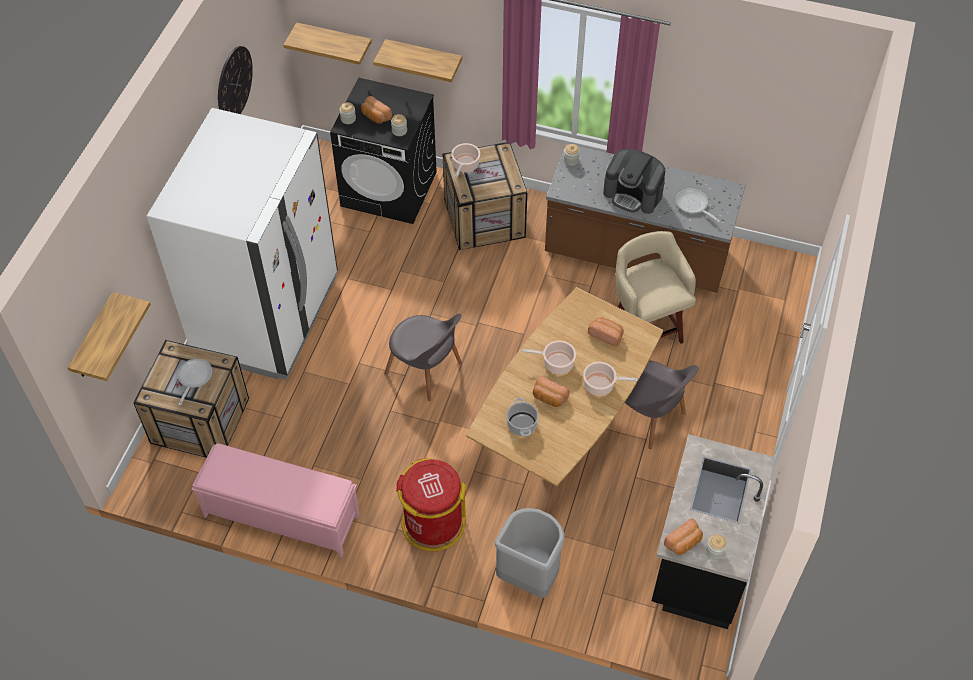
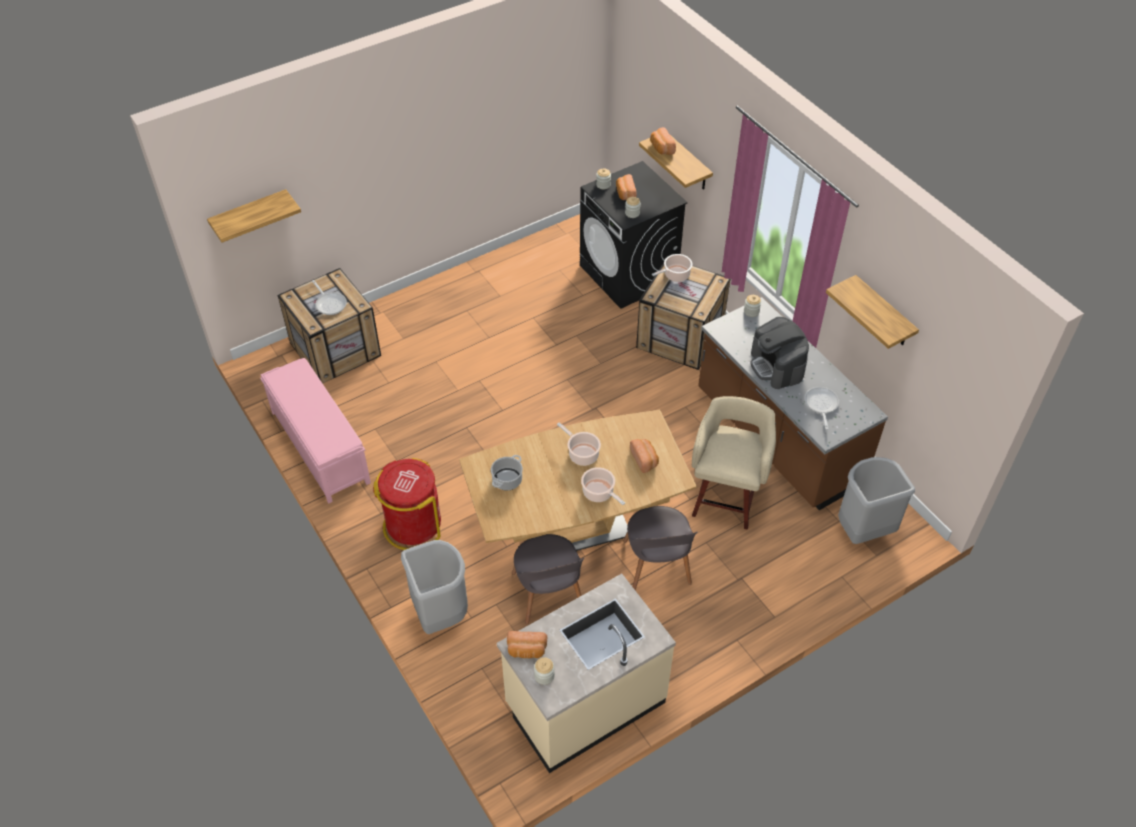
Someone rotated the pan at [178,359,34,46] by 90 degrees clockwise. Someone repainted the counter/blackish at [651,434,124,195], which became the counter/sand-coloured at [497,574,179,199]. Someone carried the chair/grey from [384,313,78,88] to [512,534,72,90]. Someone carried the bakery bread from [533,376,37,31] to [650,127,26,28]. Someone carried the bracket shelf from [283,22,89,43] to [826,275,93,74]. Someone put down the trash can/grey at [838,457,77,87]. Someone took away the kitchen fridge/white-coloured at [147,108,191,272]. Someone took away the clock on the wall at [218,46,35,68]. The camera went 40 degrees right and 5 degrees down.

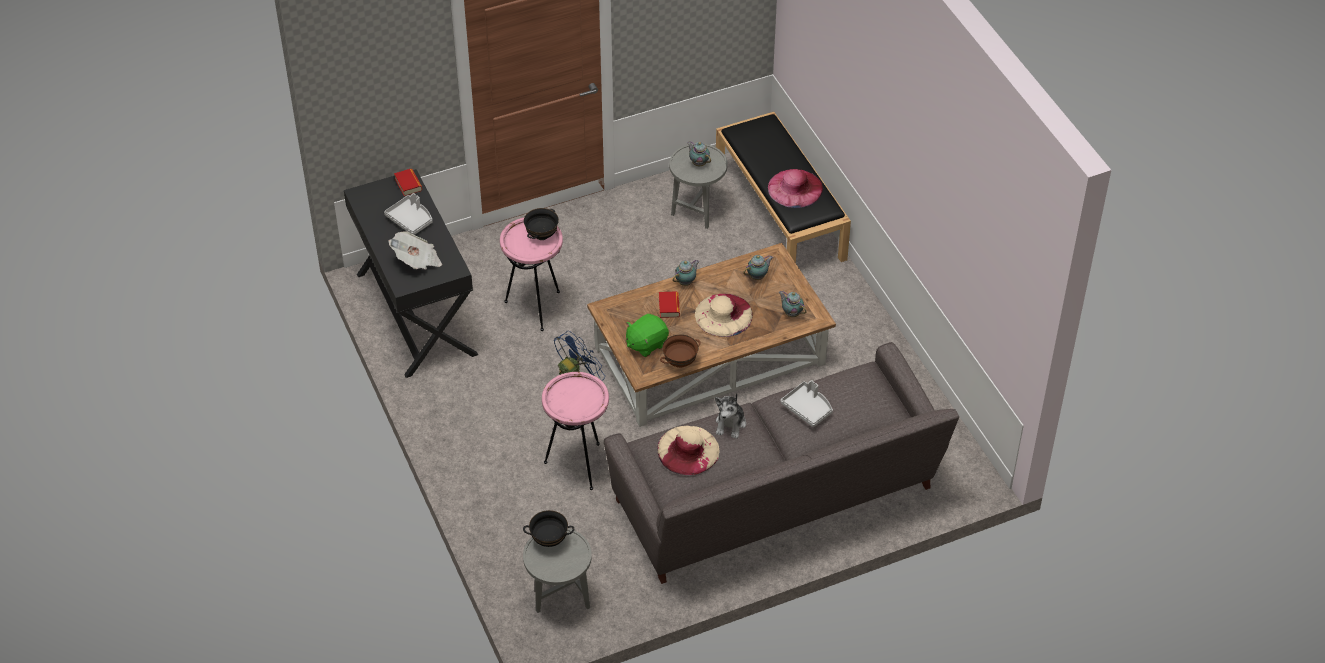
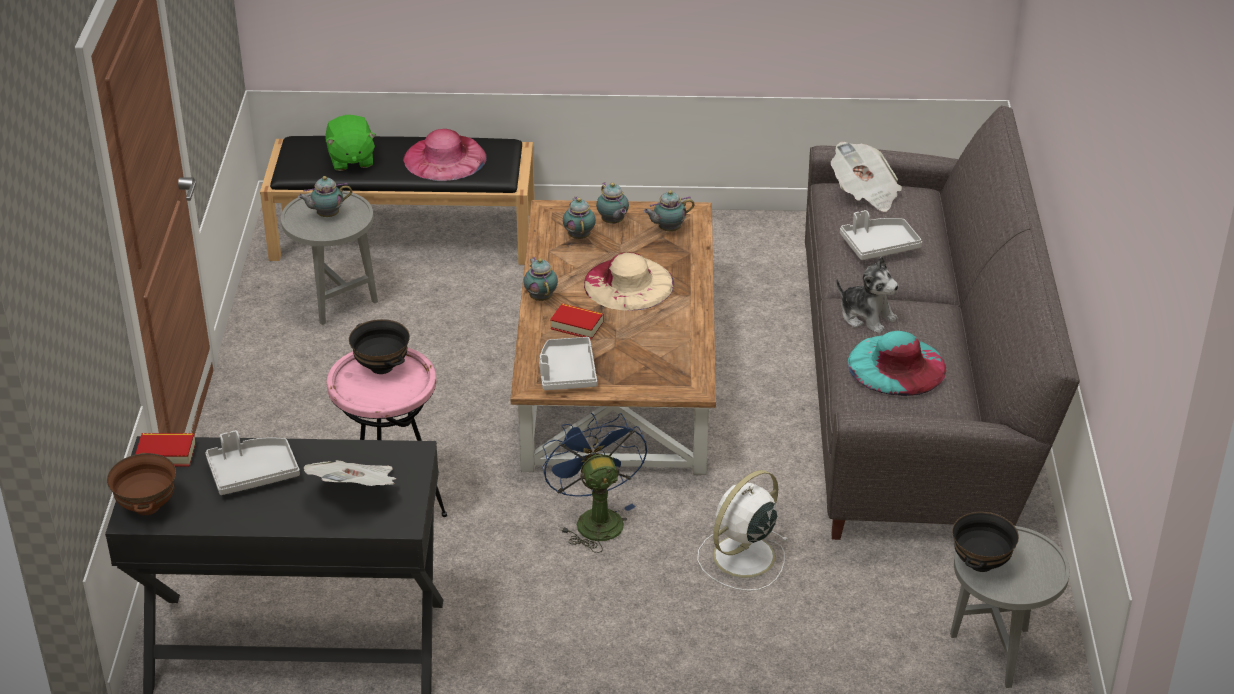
Someone carried the deep dish/brownish from [660,334,41,34] to [107,453,69,62]. Someone carried the cuddly toy/greenish from [626,314,43,43] to [325,115,51,56]. Someone put down the carrying tray/grey at [539,337,58,53]. Someone put down the pot for tea at [596,182,33,42]. Someone swapped the accent table/pink-coloured at [542,372,67,118] for the electric fan/white-coloured at [697,470,91,121]. Someone put down the newspaper at [831,141,71,71]. Someone repainted the wearable hat/sand-coloured at [658,426,62,49], which became the wearable hat/turquoise at [847,331,99,65]. The camera went 65 degrees left and 10 degrees down.

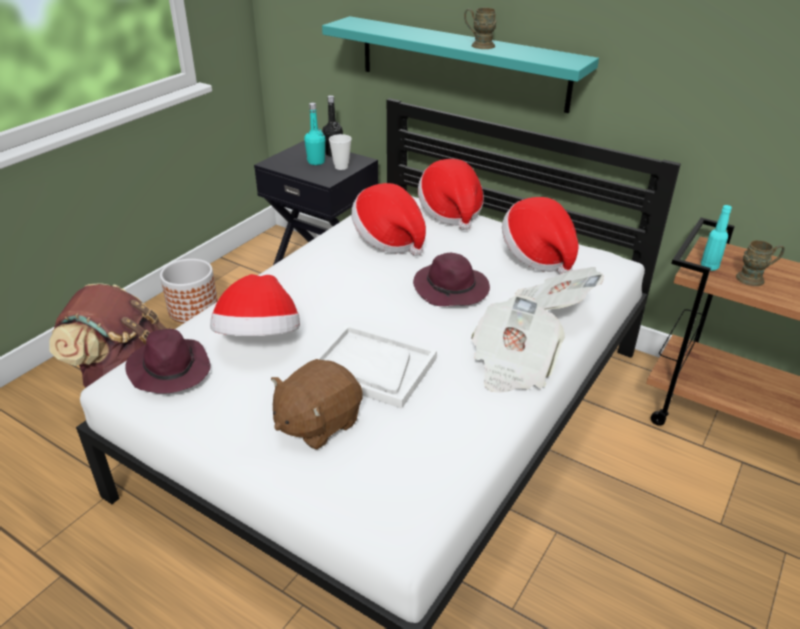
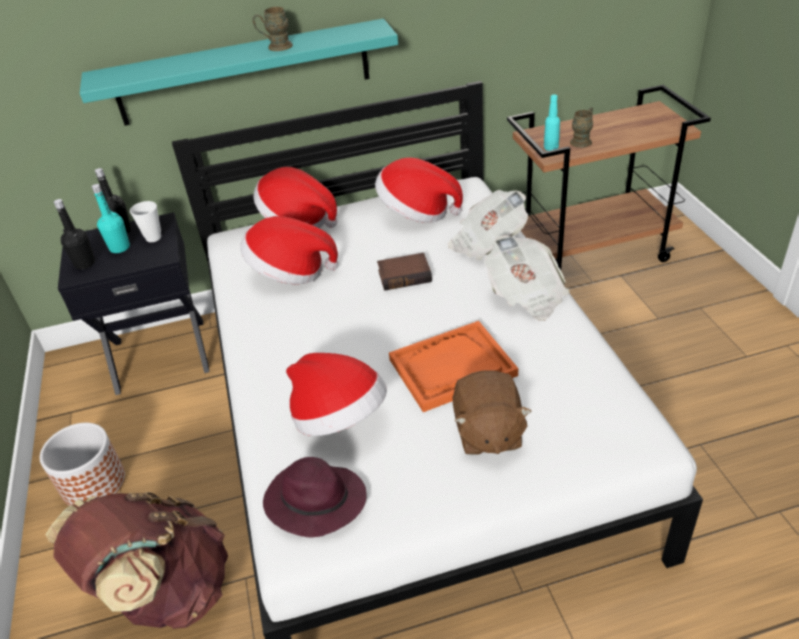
Someone put down the drink bottle/blackish at [54,199,41,70]. Someone swapped the wearable hat/purple at [413,253,77,53] for the volume at [377,253,55,37]. Someone repainted the carrying tray/white-coloured at [314,324,123,85], which became the carrying tray/orange-coloured at [389,321,129,91]. The camera went 45 degrees left and 5 degrees up.

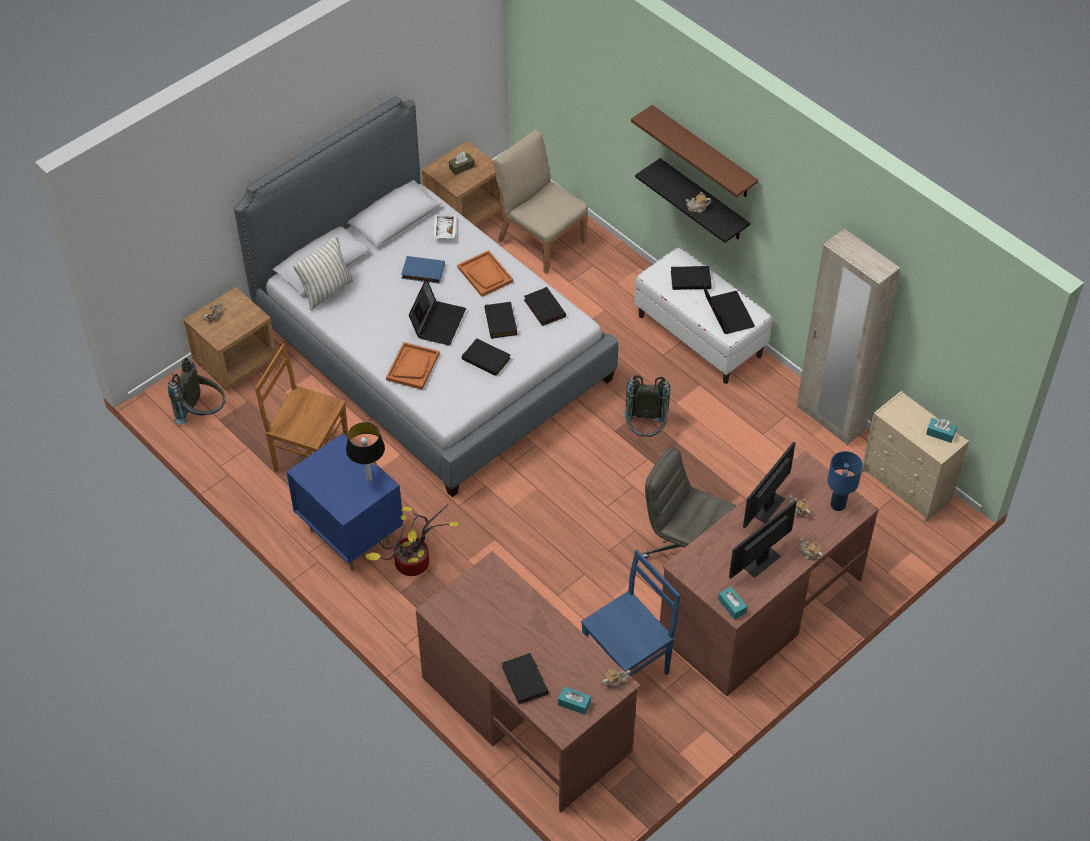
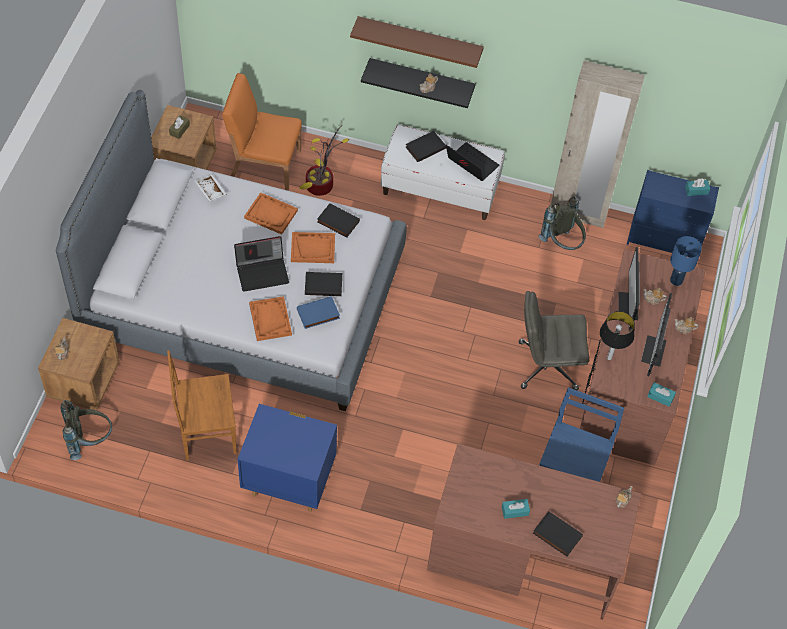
Someone repainted the chair/sand-coloured at [494,129,94,145], which became the chair/orange-coloured at [222,73,80,118]. Someone rotated the laptop at [409,278,57,67] by 90 degrees clockwise. Someone swapped the volume/blackish at [485,302,32,37] for the carrying tray/orange-coloured at [291,232,44,31]. Someone carried the volume/blue-coloured from [401,256,44,28] to [297,296,43,33]. Someone carried the potted plant from [366,505,94,71] to [299,125,50,71]. Someone carried the box of tissues/turquoise from [558,686,33,29] to [502,499,28,20]. Someone carried the knapsack/grey from [623,375,47,62] to [539,196,47,54]. Someone carried the lamp for a table from [346,422,39,60] to [600,311,35,49]. Someone repainted the dresser/sand-coloured at [861,391,108,131], which became the dresser/blue-coloured at [627,170,92,88]. Someone took away the cushion at [293,235,61,76]. The camera went 35 degrees left and 5 degrees up.

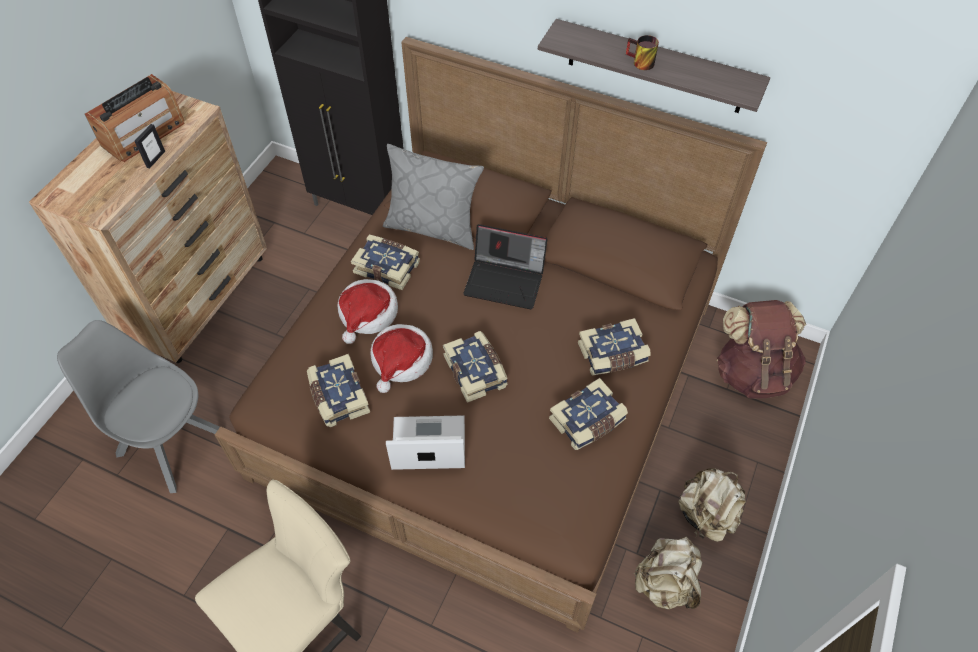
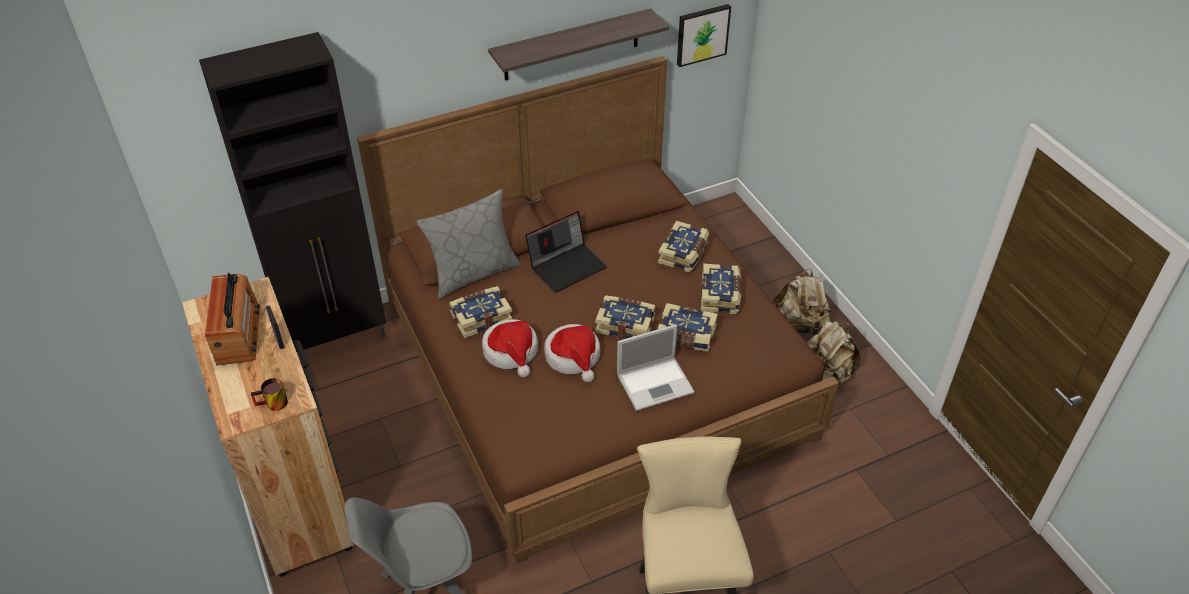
Someone carried the tea mug from [626,35,33,35] to [251,378,37,33]. Someone rotated the laptop at [386,415,79,55] by 150 degrees counterclockwise. Someone carried the volume from [307,354,63,73] to [658,303,60,49]. Someone put up the wall picture at [677,4,54,63]. Someone took away the knapsack/brownish at [716,300,90,99]. The camera went 50 degrees left and 10 degrees down.

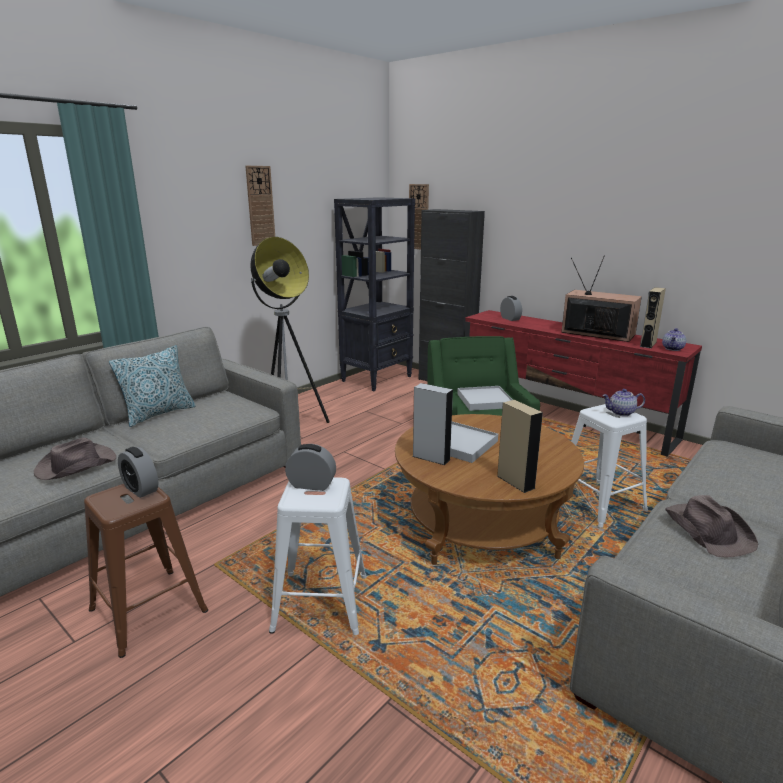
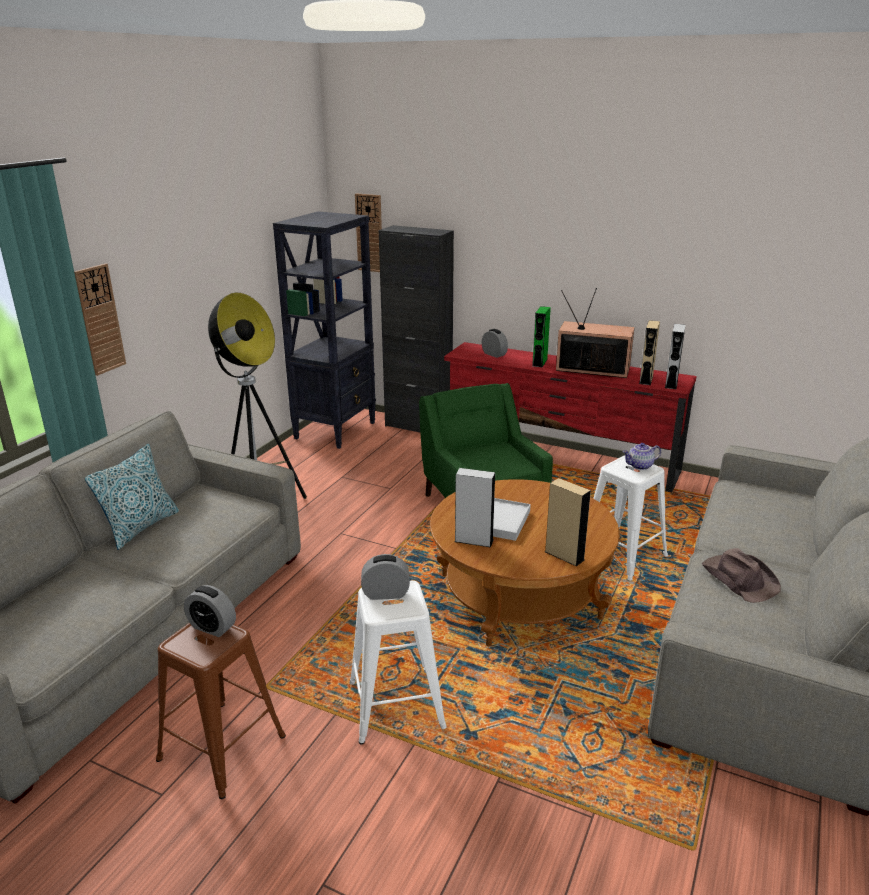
Someone carried the clock on the wall from [245,166,30,80] to [74,263,52,113]. Someone put down the audio speaker/greenish at [532,306,19,61]. Someone swapped the pot for tea at [662,328,24,23] for the audio speaker/grey at [665,324,21,66]. Someone took away the wearable hat/brownish at [34,438,82,42]. Someone took away the carrying tray/white-coloured at [457,386,56,25]. The camera went 15 degrees left and 5 degrees up.

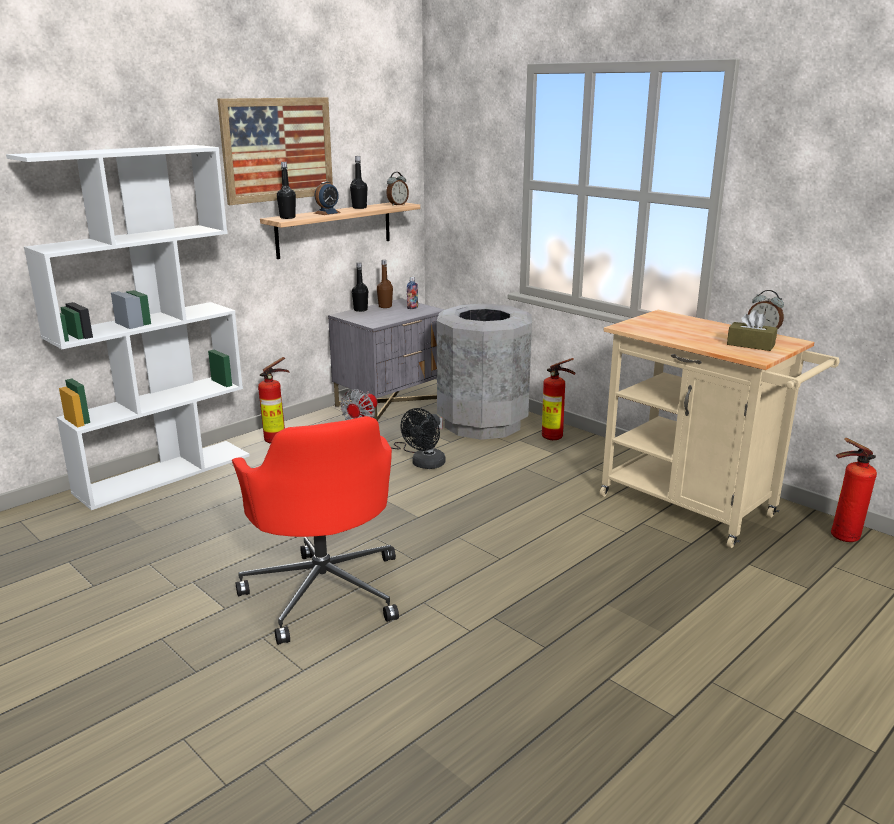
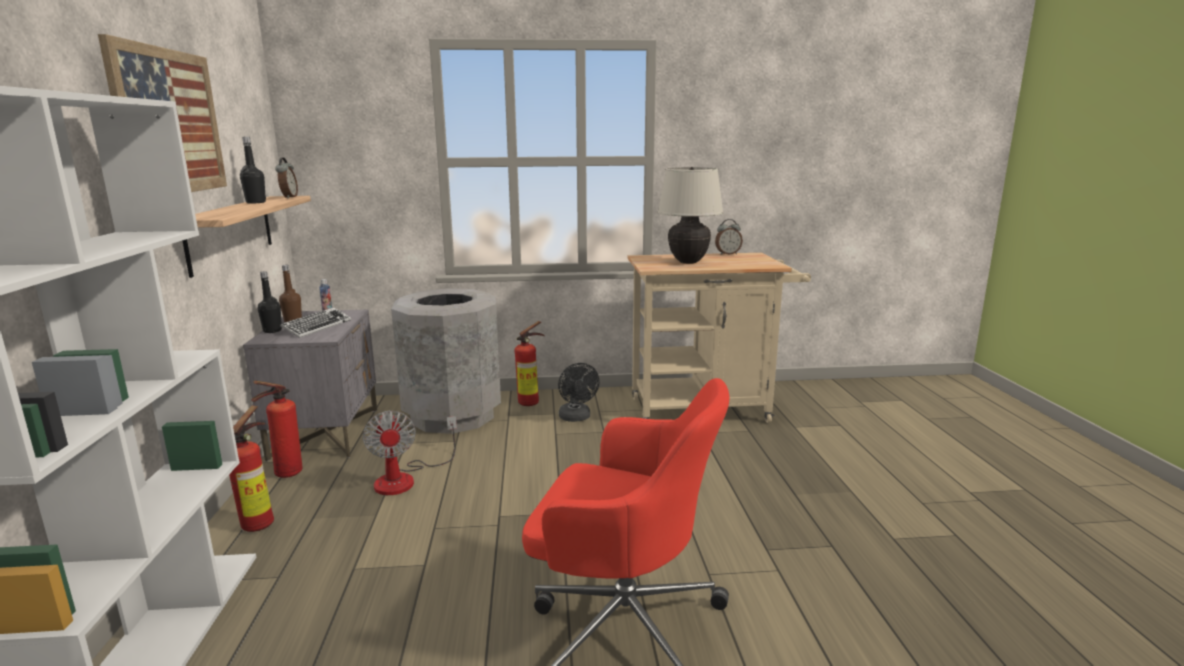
Someone carried the fire extinguisher from [831,438,46,104] to [251,380,52,98]. Someone put down the PC keyboard at [280,307,71,31]. Someone carried the electric fan/blackish from [400,408,46,61] to [558,363,42,59]. Someone put down the lamp for a table/sand-coloured at [657,167,67,97]. Someone took away the drink bottle/blackish at [277,162,19,57]. Someone took away the table clock at [314,182,27,33]. Someone took away the box of tissues/brownish at [727,310,51,41]. The camera went 50 degrees left and 5 degrees down.

